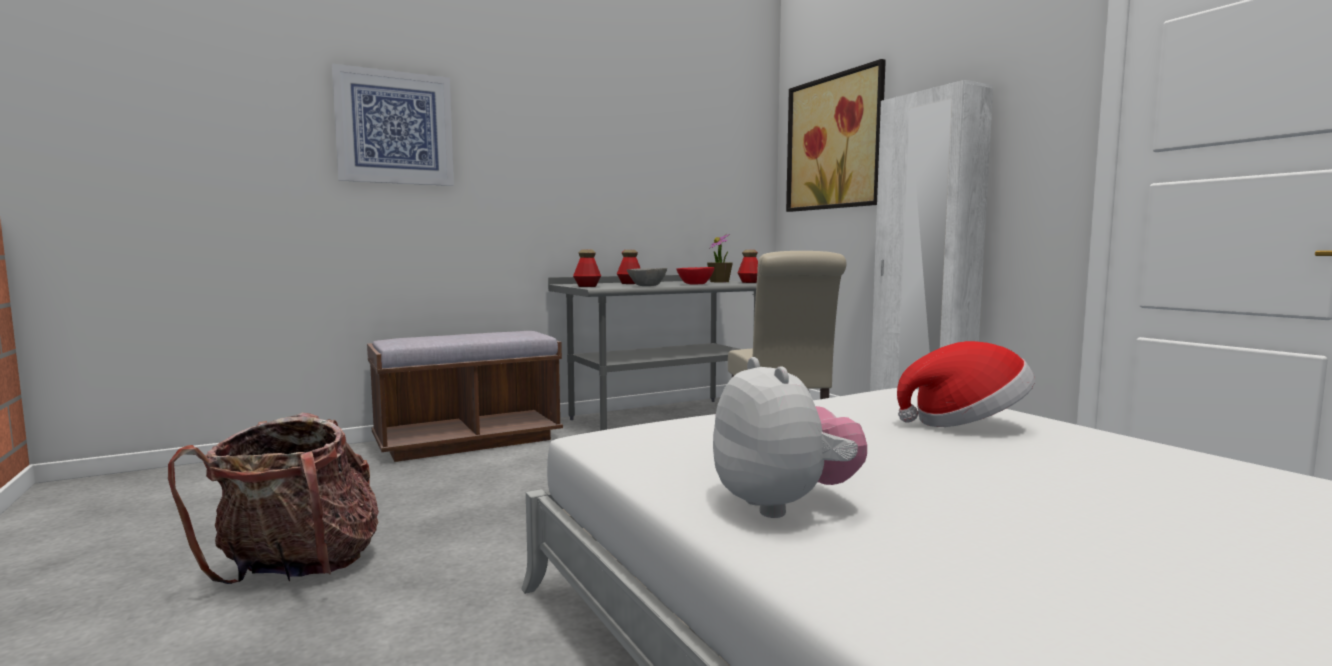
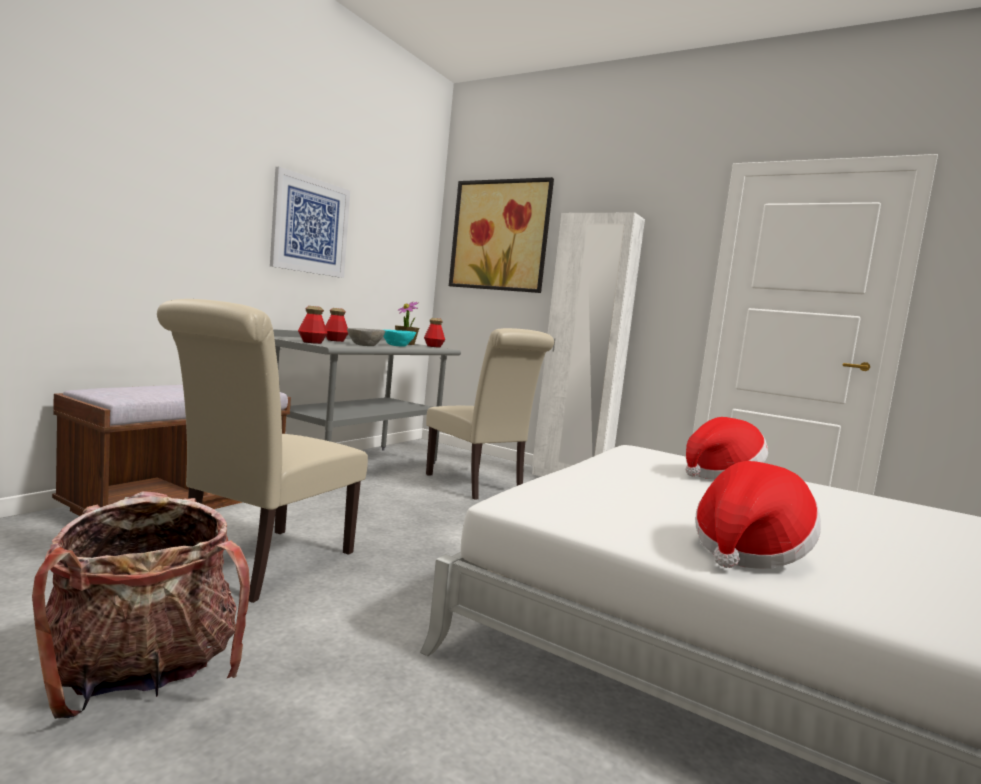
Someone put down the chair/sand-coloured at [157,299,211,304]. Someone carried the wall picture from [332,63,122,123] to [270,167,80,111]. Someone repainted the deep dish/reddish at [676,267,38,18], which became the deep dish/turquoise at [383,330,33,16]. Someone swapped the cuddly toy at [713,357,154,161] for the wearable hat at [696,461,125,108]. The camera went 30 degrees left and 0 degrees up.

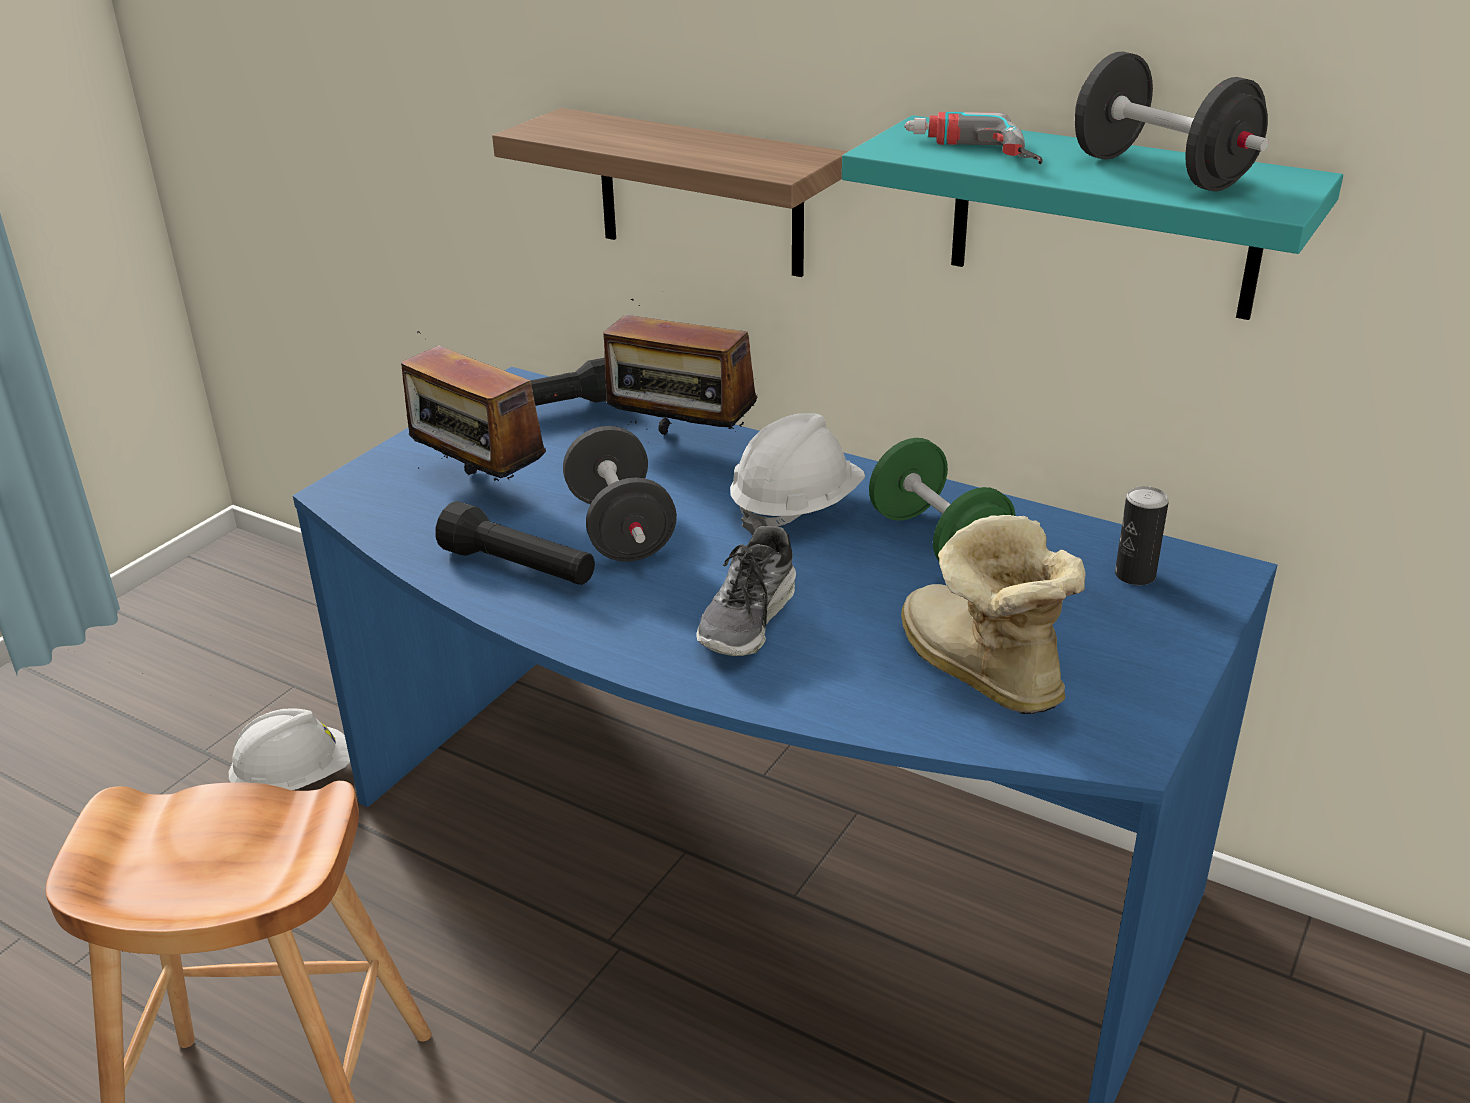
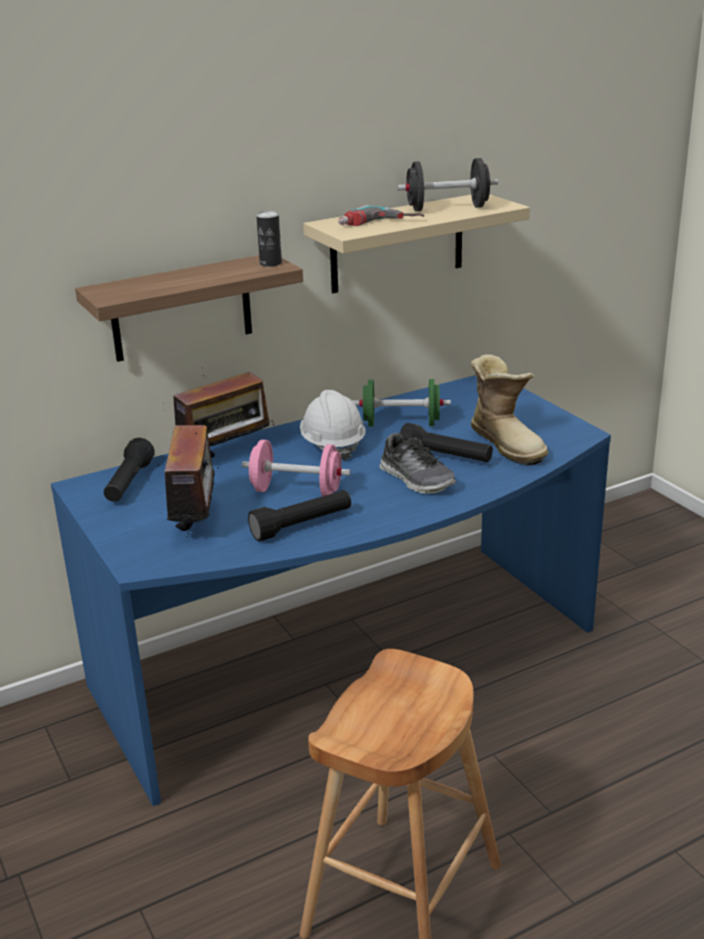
Someone rotated the radio receiver at [401,331,145,150] by 75 degrees counterclockwise. Someone repainted the free weight/blackish at [563,426,114,136], which became the free weight/pink-coloured at [242,440,109,56]. Someone carried the metal can from [1115,486,54,99] to [256,211,26,56]. Someone repainted the bracket shelf/turquoise at [842,115,501,205], which became the bracket shelf/sand-coloured at [303,194,227,99]. Someone put down the flashlight/blackish at [400,423,93,39]. Someone rotated the tall boot at [901,515,185,199] by 120 degrees counterclockwise. Someone took away the hard hat/white-coloured at [229,708,121,82]. The camera went 60 degrees left and 5 degrees down.

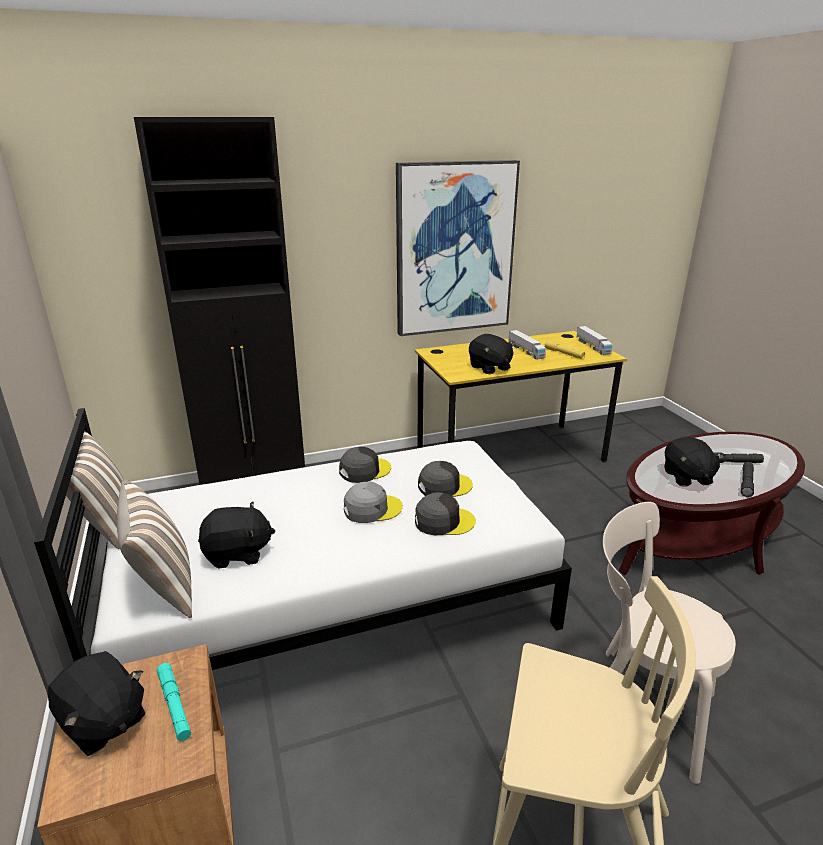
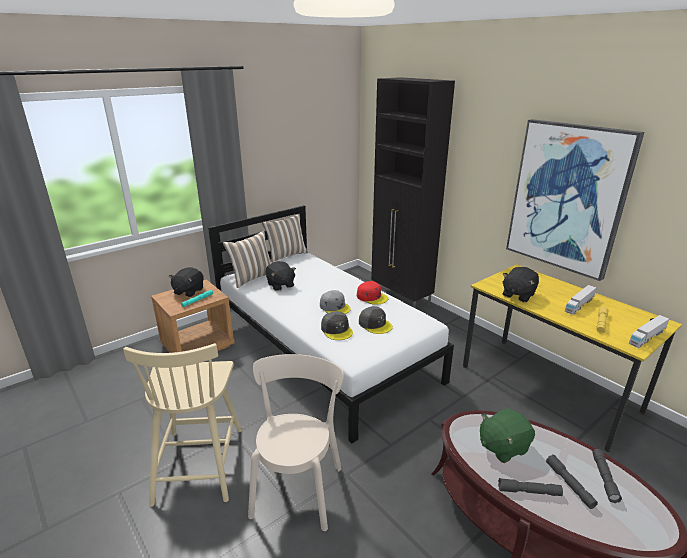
Someone repainted the peaked cap/grey at [339,447,52,36], which became the peaked cap/reddish at [357,281,31,24]. Someone repainted the cuddly toy/blackish at [665,437,59,50], which became the cuddly toy/greenish at [480,409,55,54]. Someone put down the flashlight/grey at [592,449,30,54]. The camera went 70 degrees right and 0 degrees up.

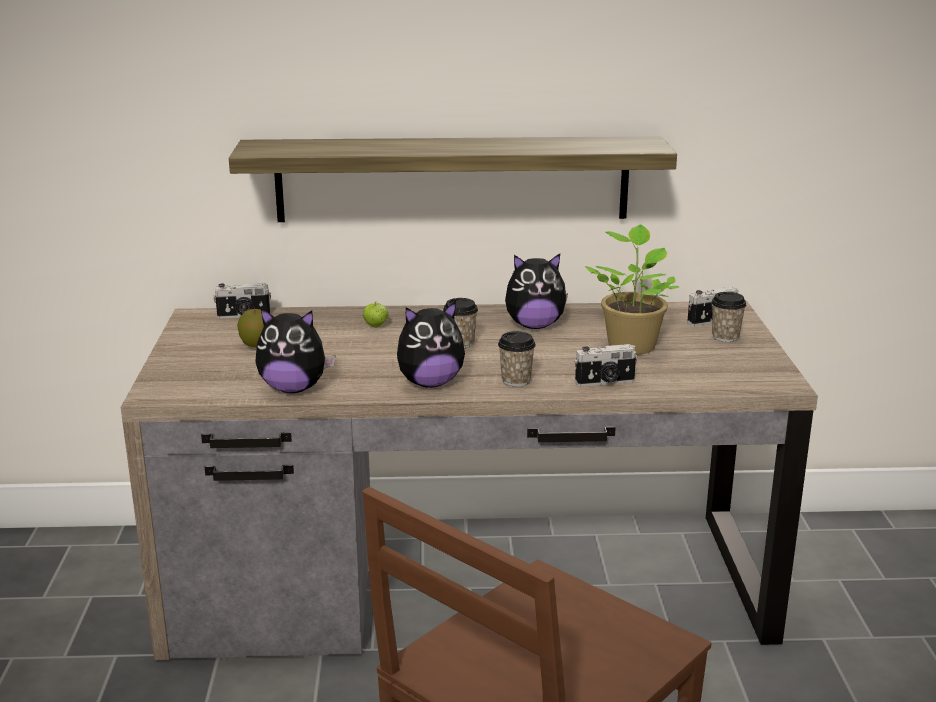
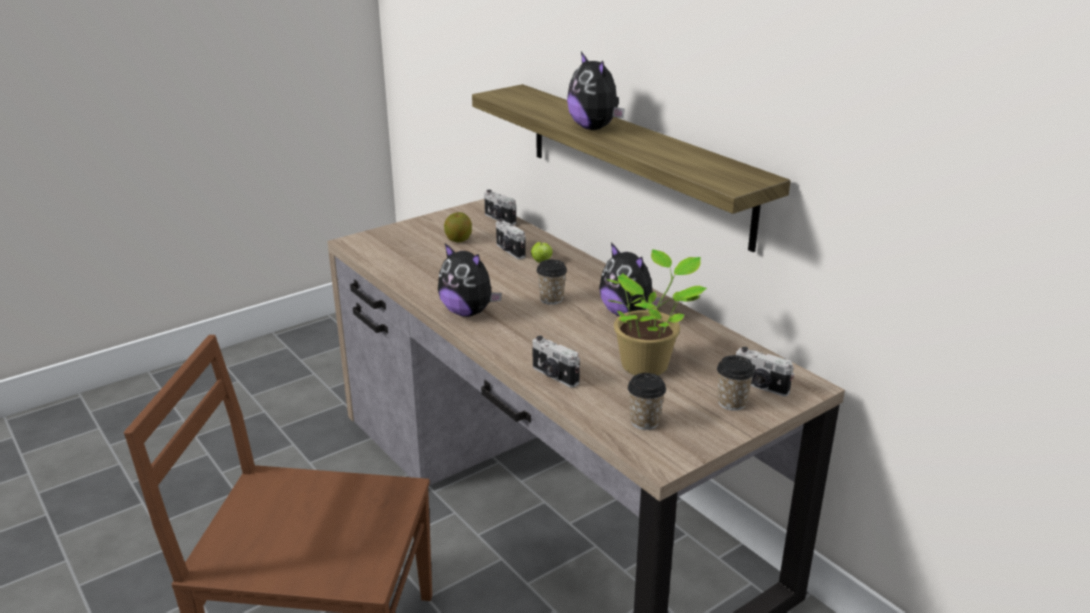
Someone put down the photo camera at [496,218,30,41]. Someone carried the cuddly toy from [255,308,80,85] to [567,52,58,78]. Someone carried the drinking cup from [498,331,38,56] to [628,373,38,57]. The camera went 55 degrees right and 5 degrees up.

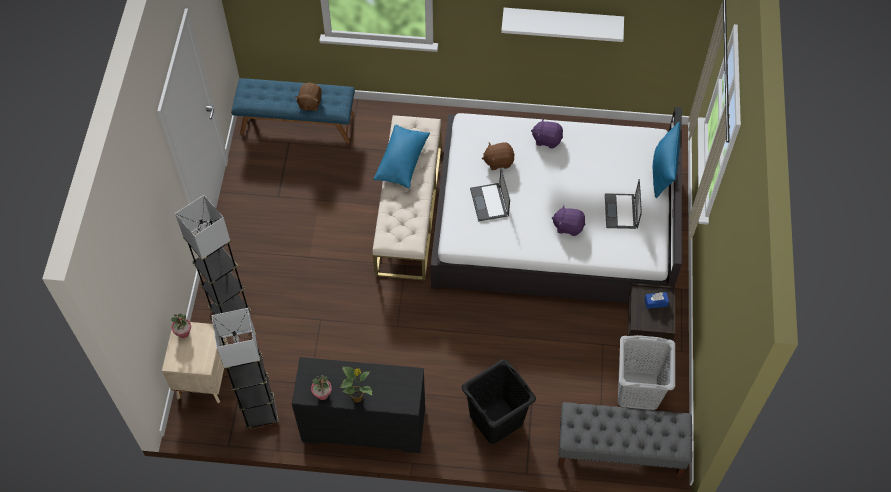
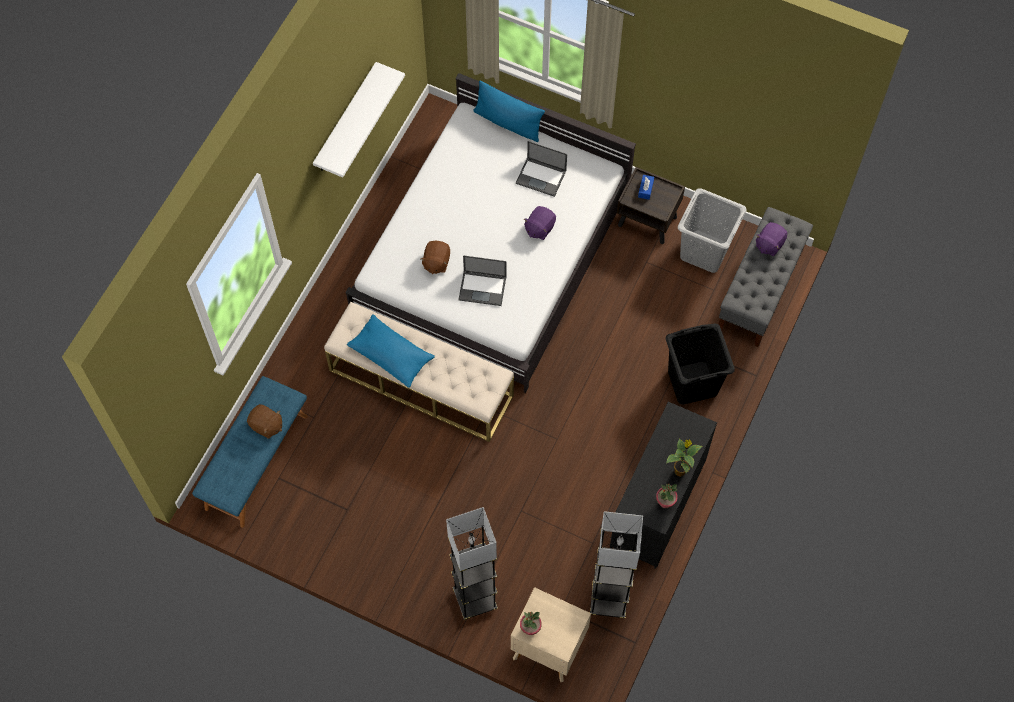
Someone carried the cuddly toy/purple from [531,119,32,30] to [756,222,31,34]. The camera went 70 degrees left and 5 degrees up.

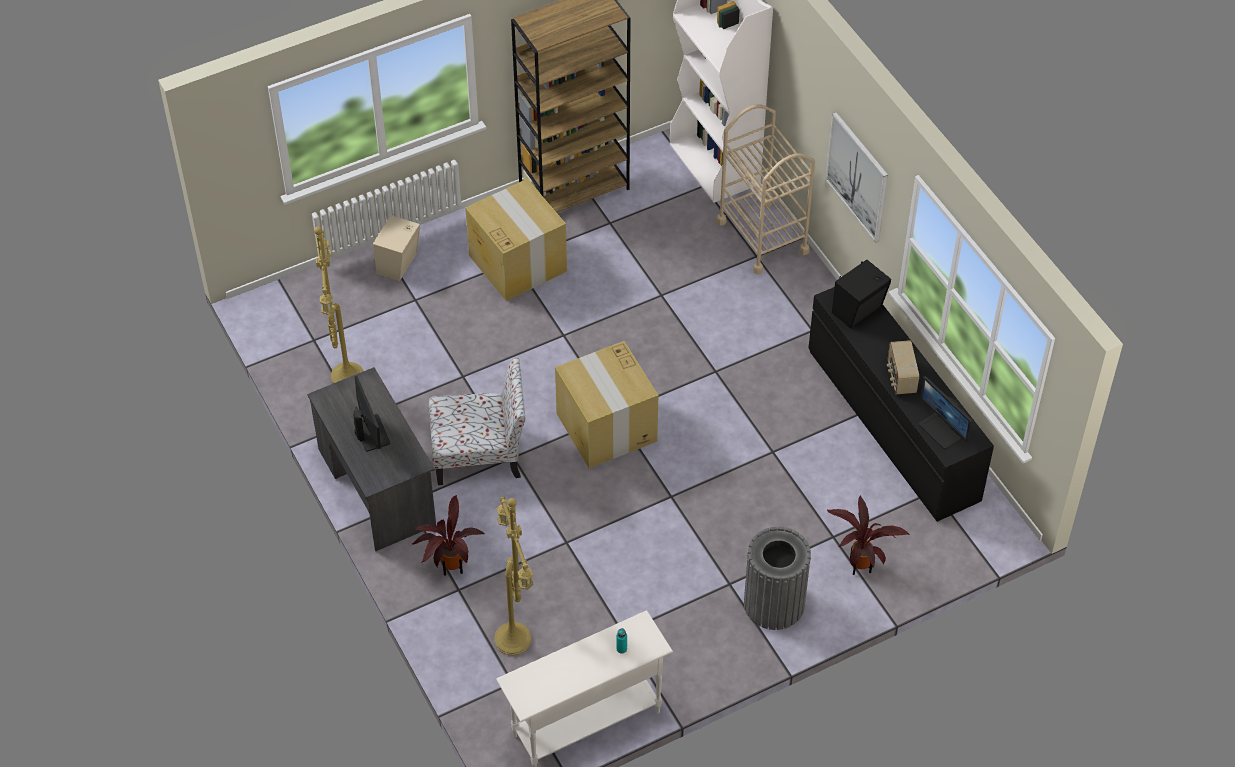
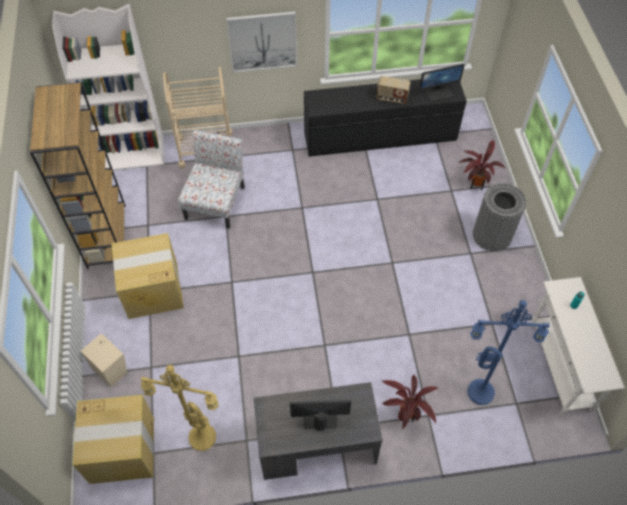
Someone carried the carton from [555,341,103,127] to [72,395,82,89]. Someone carried the chair from [429,358,97,127] to [178,130,67,99]. Someone repainted the standard lamp/yellow at [495,497,39,159], which became the standard lamp/blue-coloured at [467,300,83,105]. Someone took away the audio speaker/blackish at [832,260,59,69]. The camera went 70 degrees left and 5 degrees up.

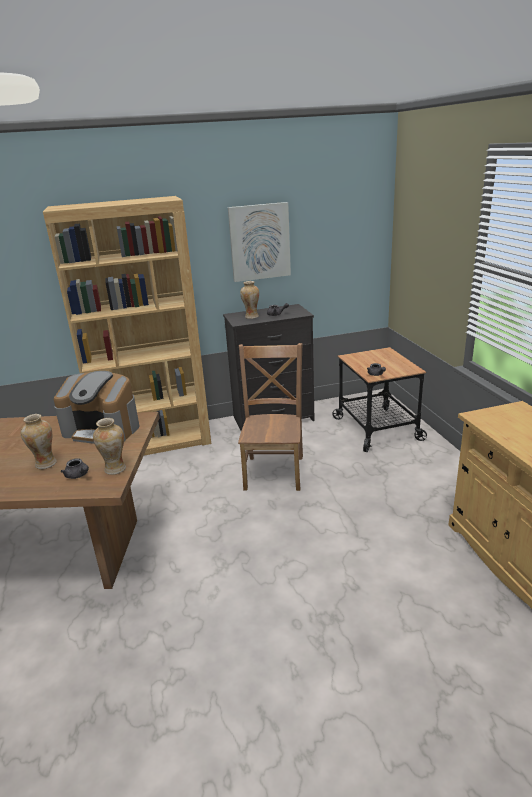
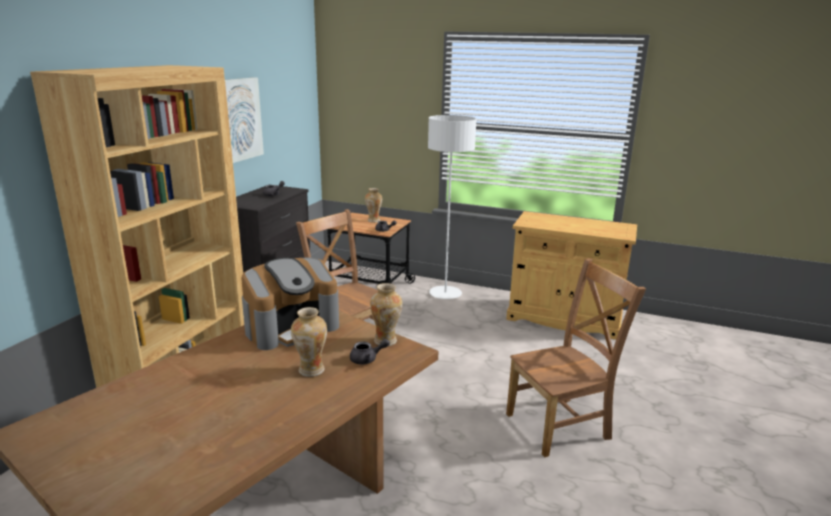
Someone carried the flower vase from [240,281,19,38] to [365,188,17,35]. Someone put down the standard lamp/white-coloured at [428,115,49,184]. Someone put down the chair/brownish at [506,258,140,199]. The camera went 55 degrees left and 5 degrees down.

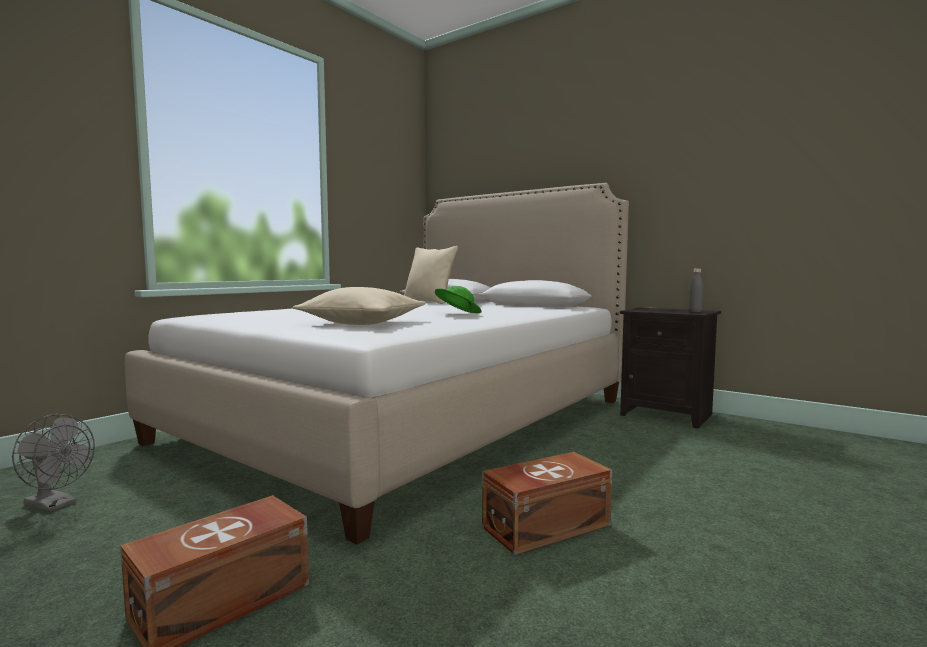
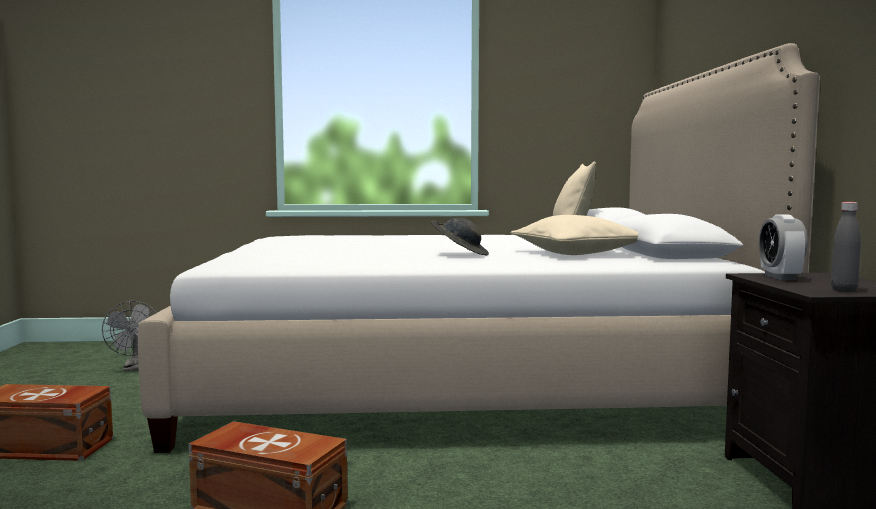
Someone repainted the wearable hat/greenish at [435,286,47,27], which became the wearable hat/grey at [431,218,58,37]. Someone carried the cushion/sand-coloured from [293,287,133,38] to [511,215,128,40]. Someone put down the table clock at [759,215,48,65]. The camera went 50 degrees right and 0 degrees up.

